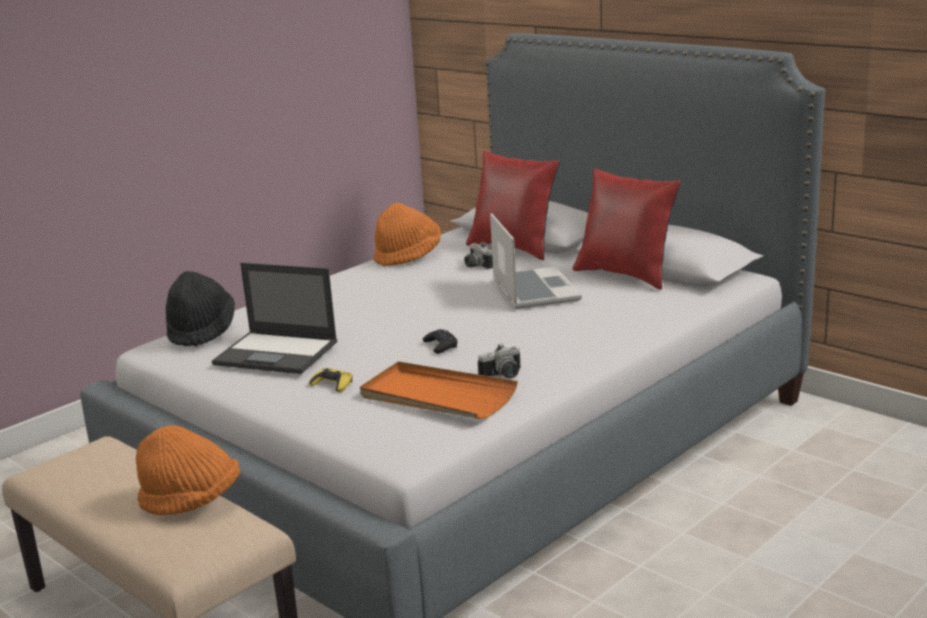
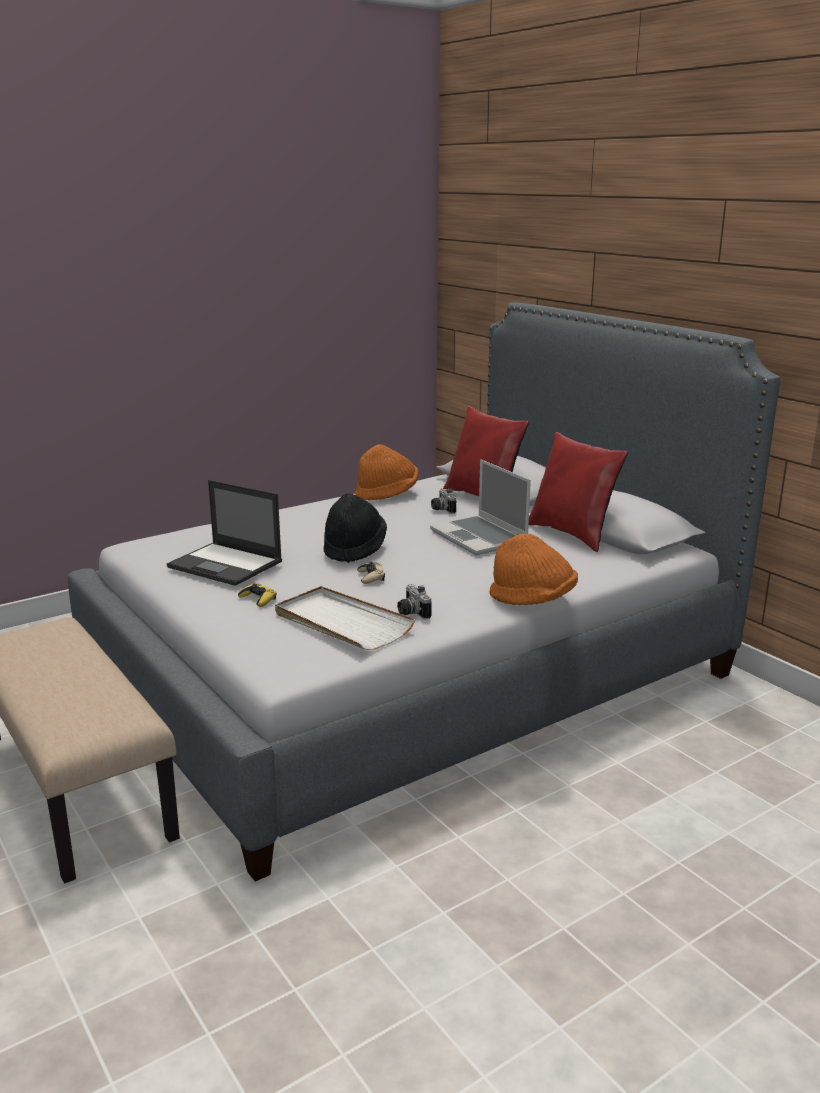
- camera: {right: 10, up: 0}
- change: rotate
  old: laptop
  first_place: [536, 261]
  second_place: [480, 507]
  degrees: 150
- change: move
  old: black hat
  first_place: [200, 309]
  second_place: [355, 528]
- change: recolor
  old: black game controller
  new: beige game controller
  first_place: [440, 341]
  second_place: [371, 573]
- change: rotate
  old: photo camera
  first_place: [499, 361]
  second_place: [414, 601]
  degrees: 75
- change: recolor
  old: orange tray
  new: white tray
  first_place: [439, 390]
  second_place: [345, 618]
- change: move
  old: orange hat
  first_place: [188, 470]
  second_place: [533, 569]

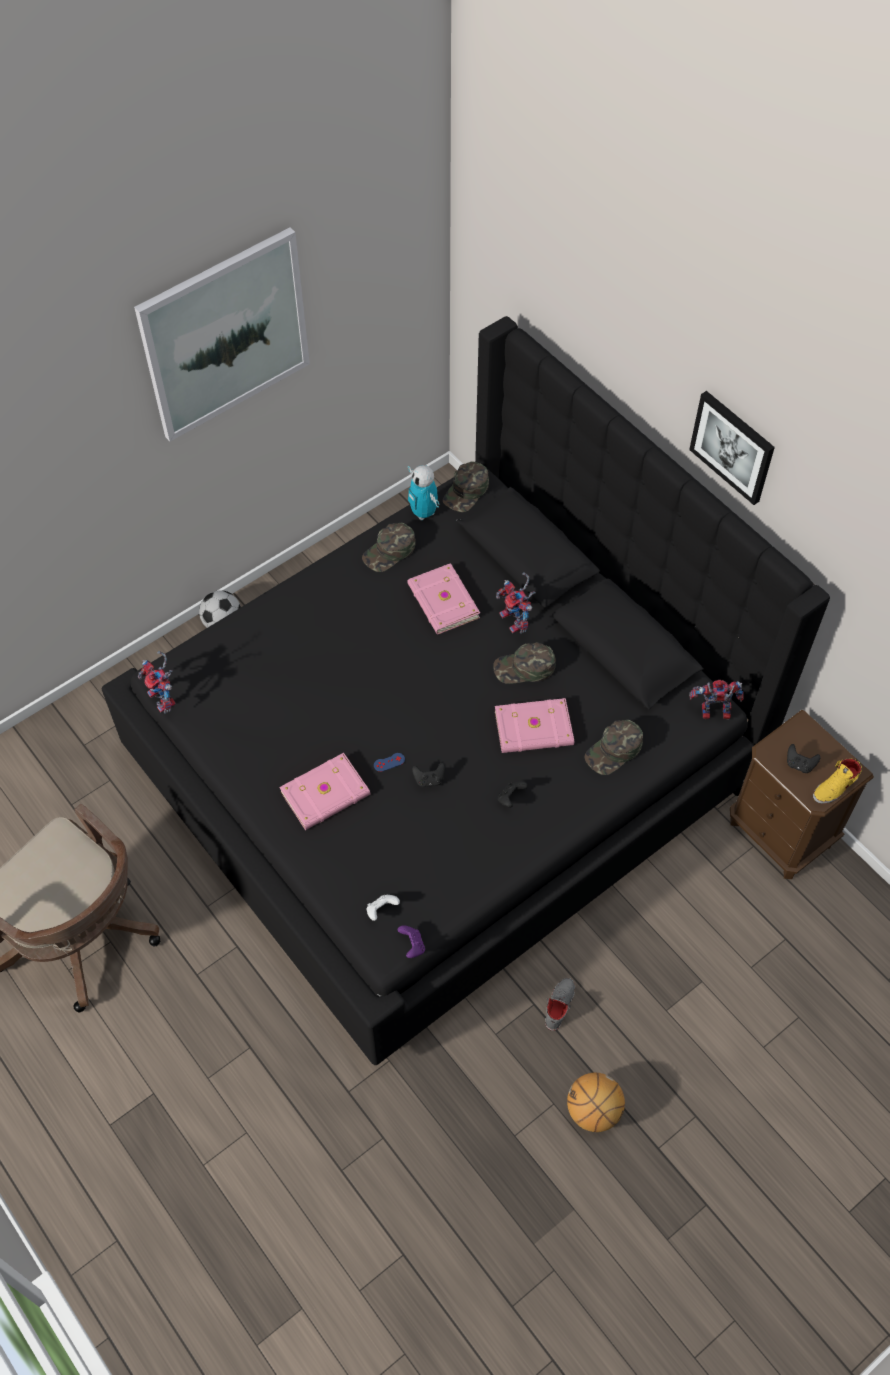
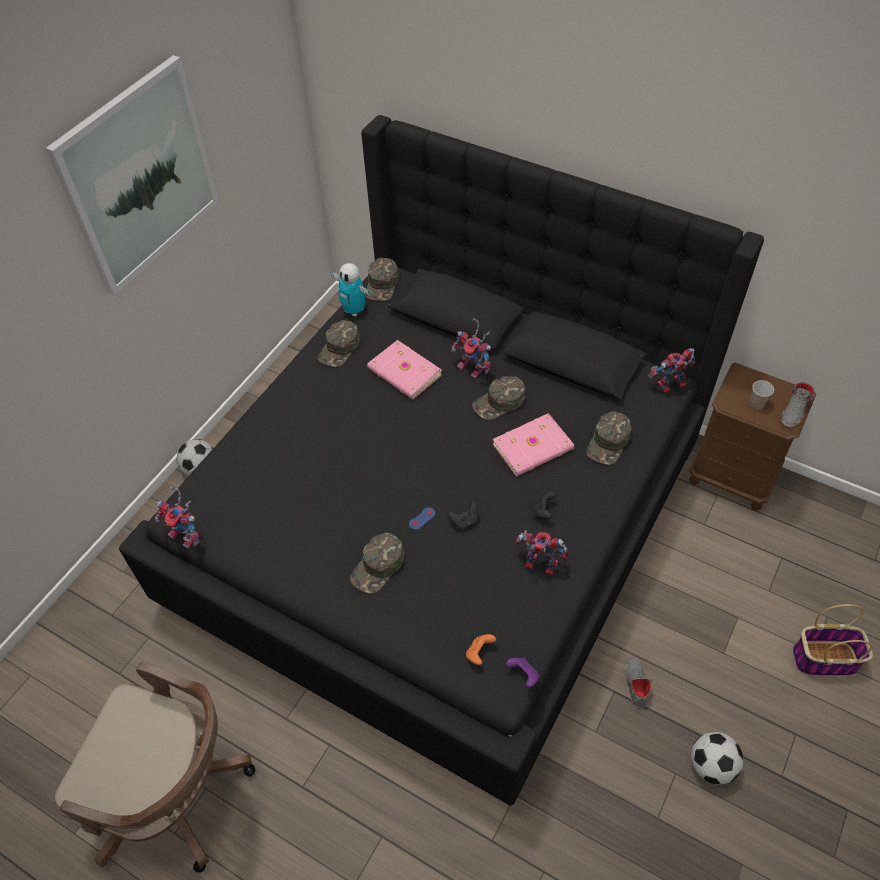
- camera: {right: -20, up: -5}
- change: delete
  old: picture
  first_place: [732, 448]
- change: replace
  old: black game controller
  new: cup
  first_place: [803, 758]
  second_place: [762, 394]
- change: replace
  old: pink book
  new: green cap
  first_place: [325, 791]
  second_place: [377, 563]
- change: recolor
  old: yellow shoe
  new: grey shoe
  first_place: [837, 781]
  second_place: [798, 404]
- change: recolor
  old: white game controller
  new: orange game controller
  first_place: [383, 908]
  second_place: [481, 649]
- change: replace
  old: basketball
  new: football
  first_place: [596, 1102]
  second_place: [717, 758]
- change: insert
  new: toy robot
  second_place: [541, 553]
- change: insert
  new: basket
  second_place: [833, 640]

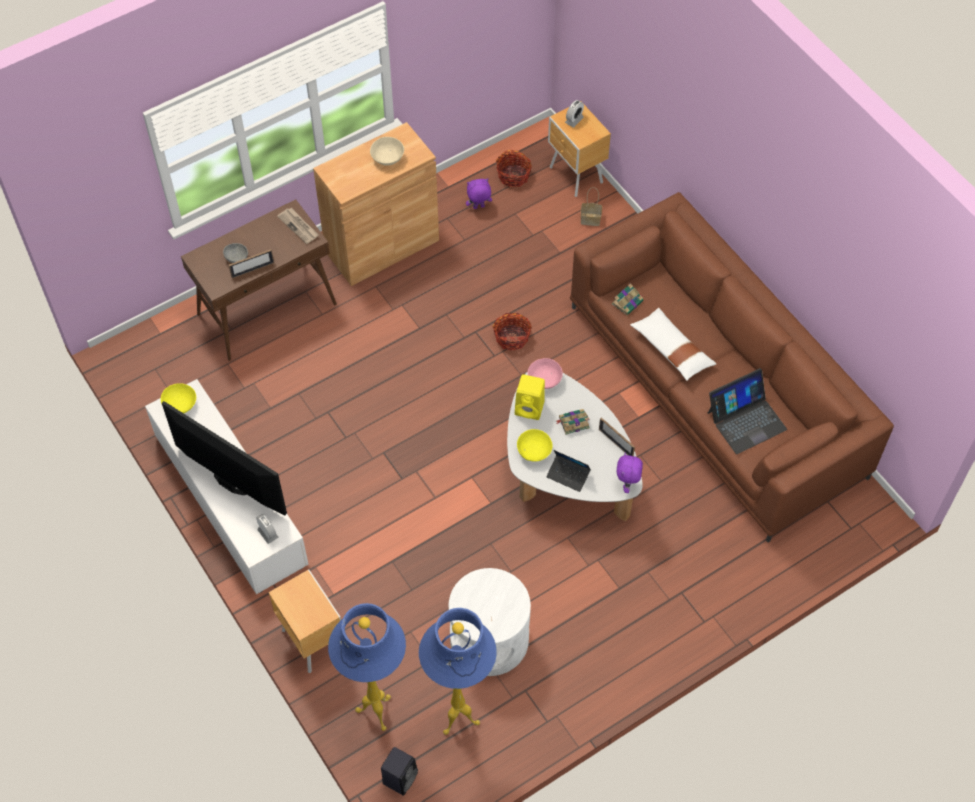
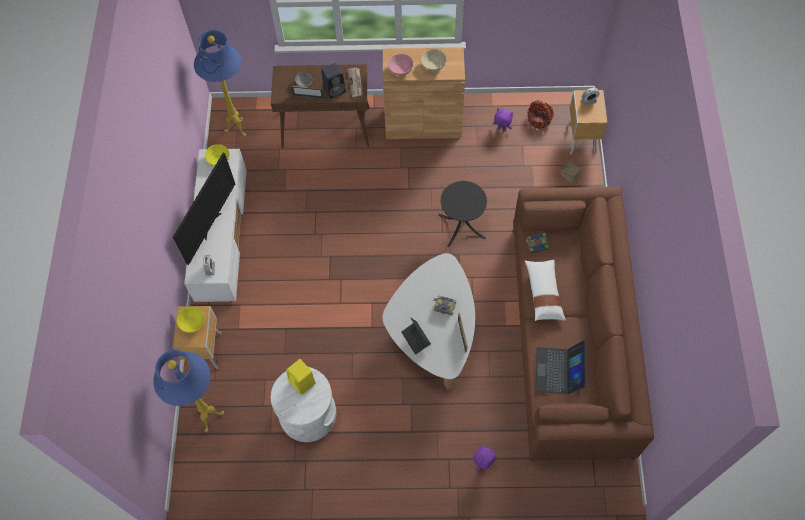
- camera: {right: 35, up: 5}
- change: replace
  old: basket
  new: black side table
  first_place: [512, 332]
  second_place: [462, 214]
- change: move
  old: pink bowl
  first_place: [545, 373]
  second_place: [400, 65]
- change: rotate
  old: laptop
  first_place: [747, 411]
  second_place: [561, 367]
  degrees: 90
- change: move
  old: yellow speaker
  first_place: [530, 397]
  second_place: [301, 377]
- change: rotate
  old: television
  first_place: [224, 458]
  second_place: [204, 209]
  degrees: 45
- change: move
  old: yellow bowl
  first_place: [534, 445]
  second_place: [191, 320]
- change: move
  old: purple plush toy
  first_place: [630, 472]
  second_place: [484, 458]
- change: move
  old: blue floor lamp
  first_place: [458, 671]
  second_place: [220, 83]
- change: move
  old: black speaker
  first_place: [399, 771]
  second_place: [333, 81]

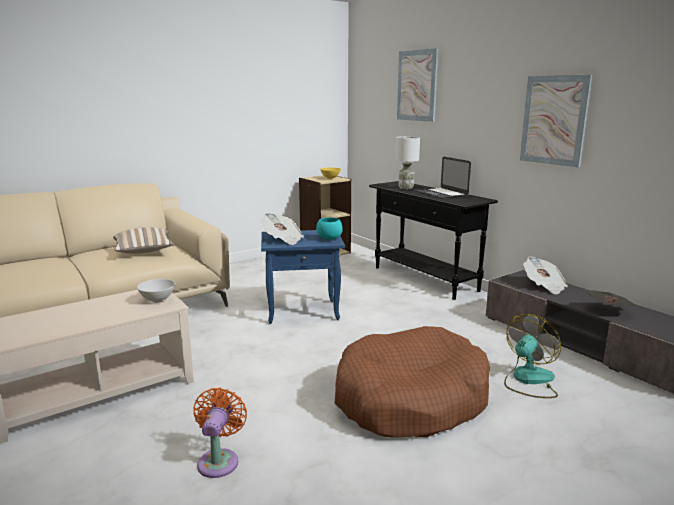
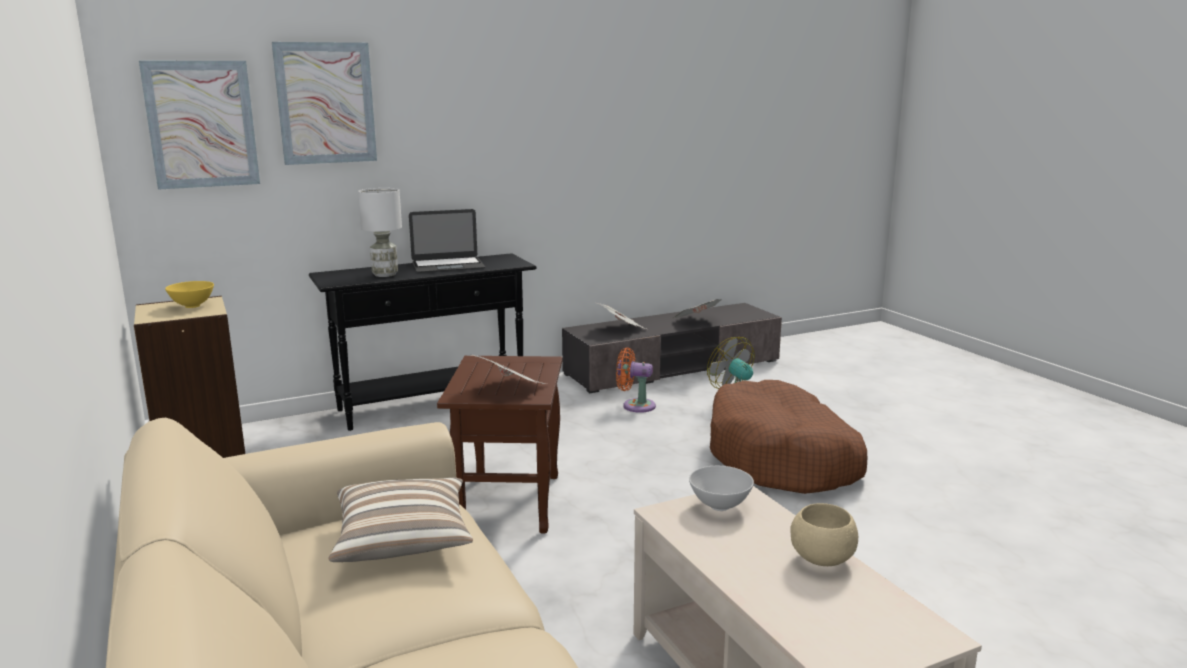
- camera: {right: -80, up: 0}
- change: move
  old: picture
  first_place: [556, 121]
  second_place: [199, 125]
- change: delete
  old: turquoise bowl
  first_place: [329, 229]
- change: recolor
  old: blue side table
  new: brown side table
  first_place: [303, 277]
  second_place: [499, 444]
- change: move
  old: orange fan
  first_place: [220, 432]
  second_place: [636, 380]
- change: insert
  new: beige bowl
  second_place: [824, 534]

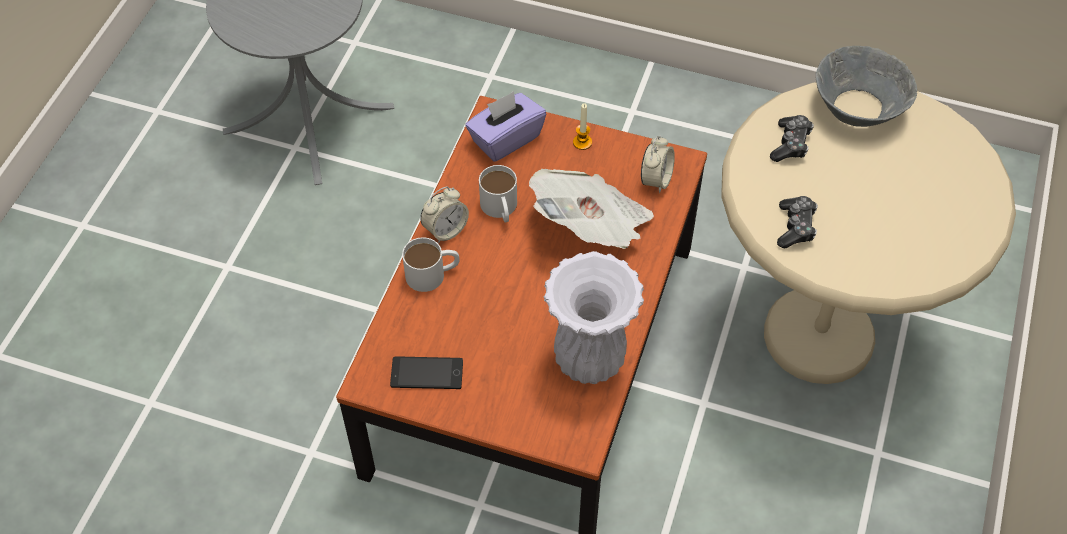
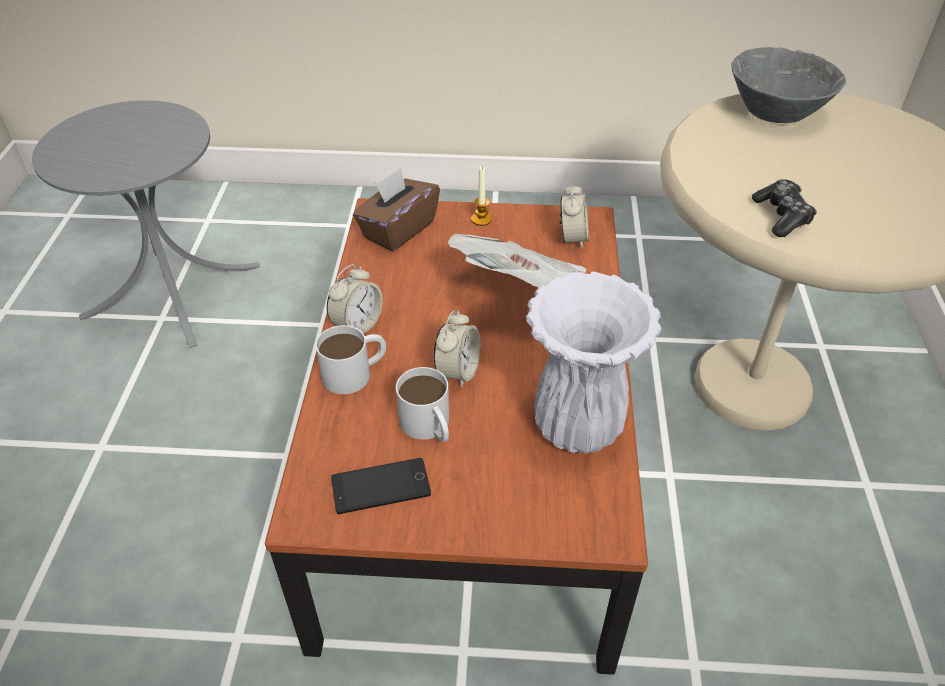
- camera: {right: -15, up: -10}
- change: recolor
  old: purple tissue box
  new: brown tissue box
  first_place: [505, 126]
  second_place: [396, 209]
- change: delete
  old: game controller
  first_place: [792, 138]
- change: move
  old: white mug
  first_place: [498, 193]
  second_place: [422, 404]
- change: insert
  new: alarm clock
  second_place: [457, 349]

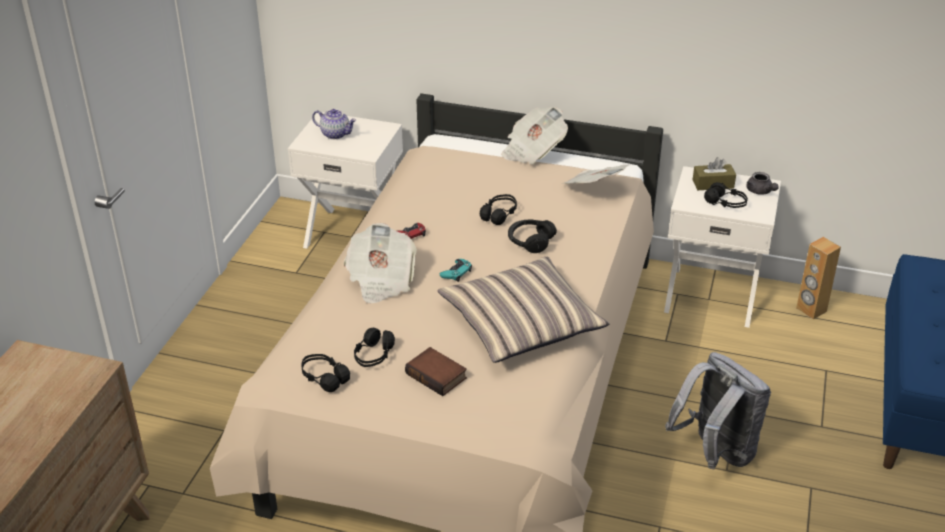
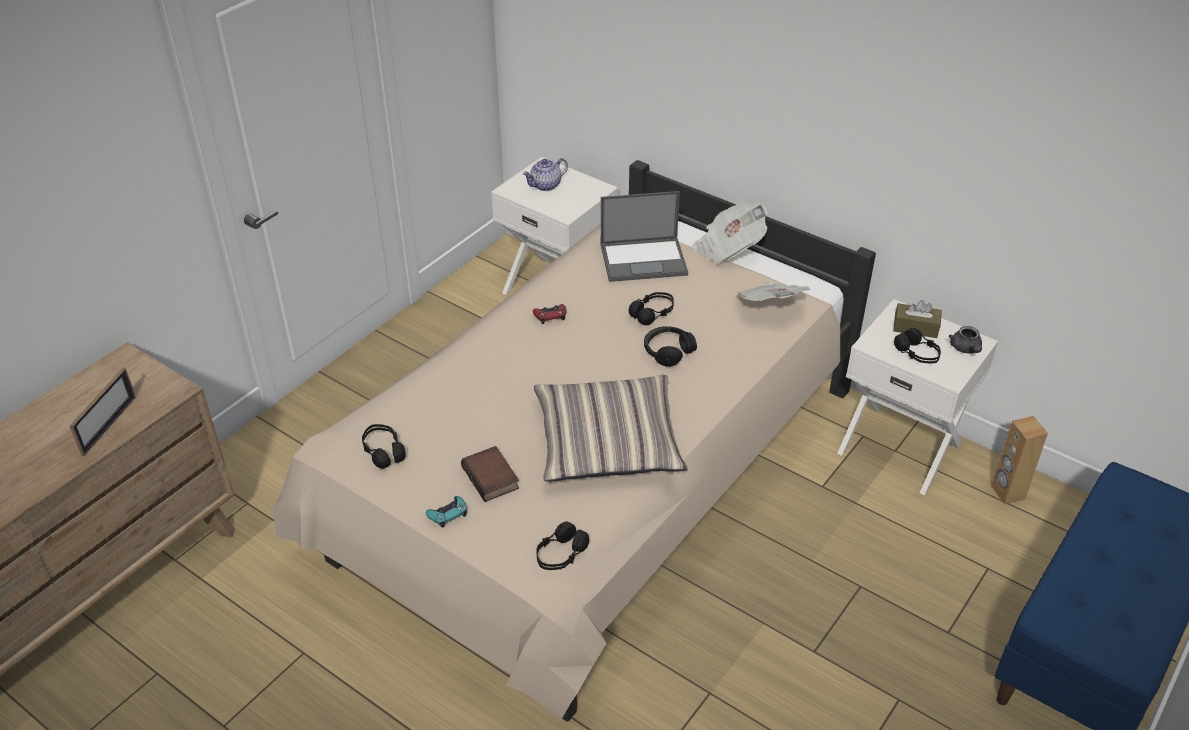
- camera: {right: 20, up: 5}
- change: rotate
  old: teapot
  first_place: [334, 124]
  second_place: [545, 174]
  degrees: 105
- change: delete
  old: newspaper
  first_place: [380, 263]
- change: move
  old: turquoise game controller
  first_place: [456, 270]
  second_place: [446, 512]
- change: move
  old: black headphones
  first_place: [374, 347]
  second_place: [562, 546]
- change: delete
  old: grey backpack
  first_place: [718, 410]
- change: insert
  new: laptop
  second_place: [644, 236]
- change: insert
  new: picture frame
  second_place: [102, 412]

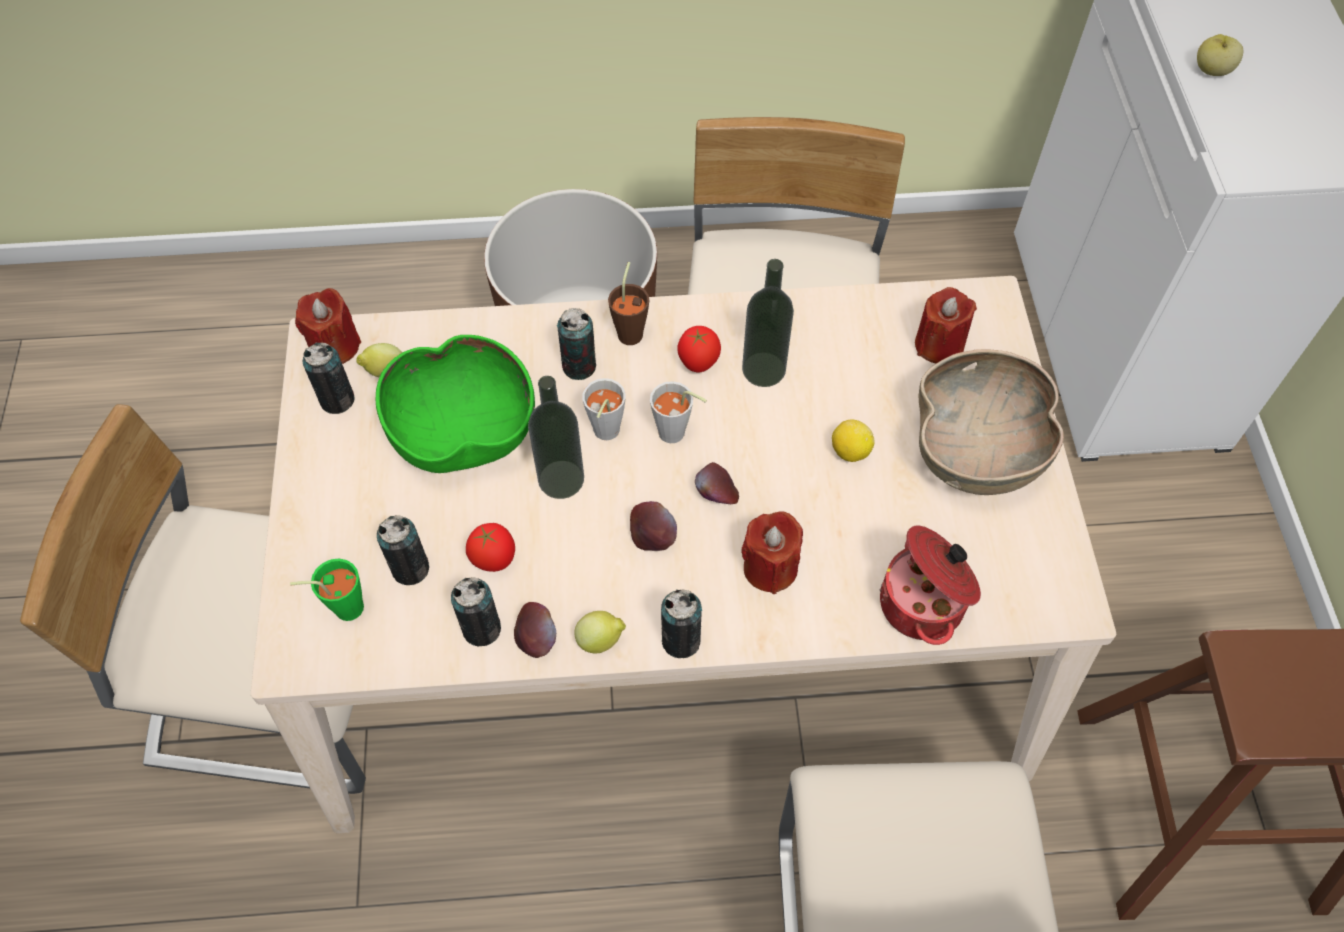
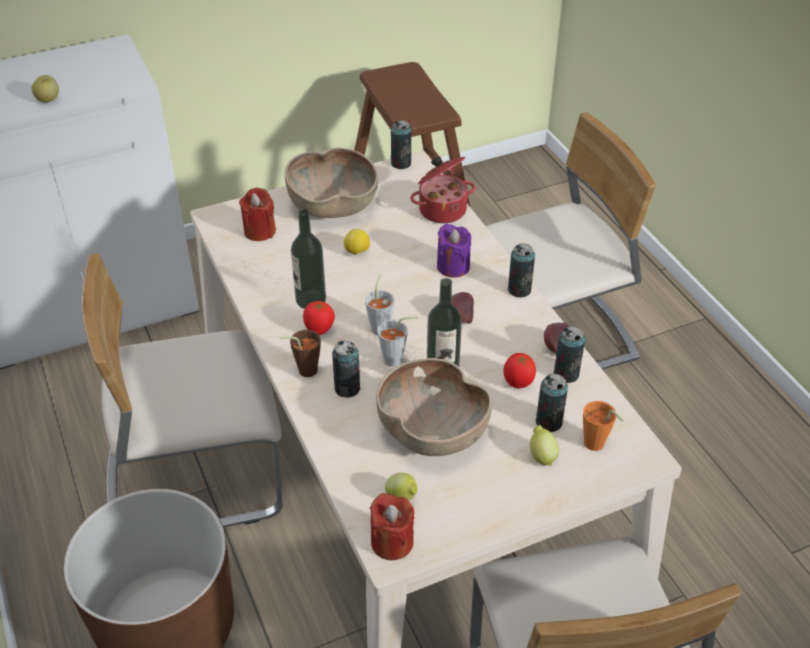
- camera: {right: -110, up: -15}
- change: recolor
  old: green bowl
  new: brown bowl
  first_place: [455, 404]
  second_place: [434, 407]
- change: move
  old: can
  first_place: [328, 378]
  second_place: [401, 144]
- change: delete
  old: apple
  first_place: [717, 483]
- change: recolor
  old: red candle
  new: purple candle
  first_place: [772, 552]
  second_place: [454, 251]
- change: recolor
  old: green cup
  new: orange cup
  first_place: [327, 590]
  second_place: [603, 426]
- change: move
  old: lemon
  first_place: [600, 632]
  second_place: [544, 445]

